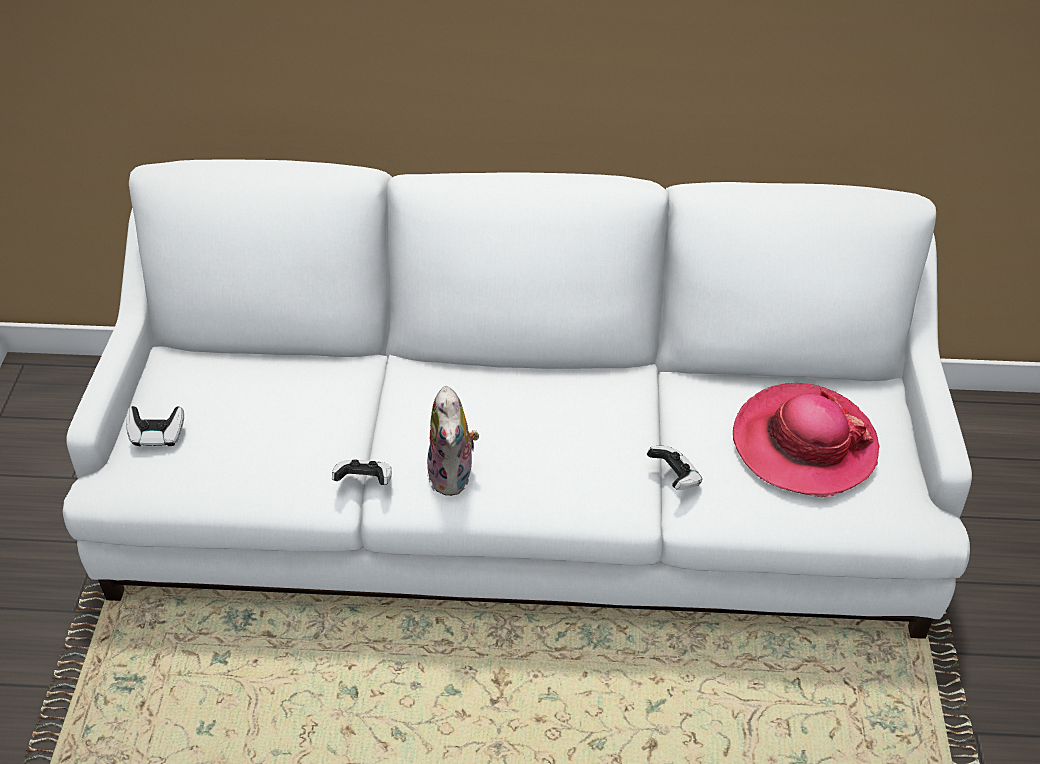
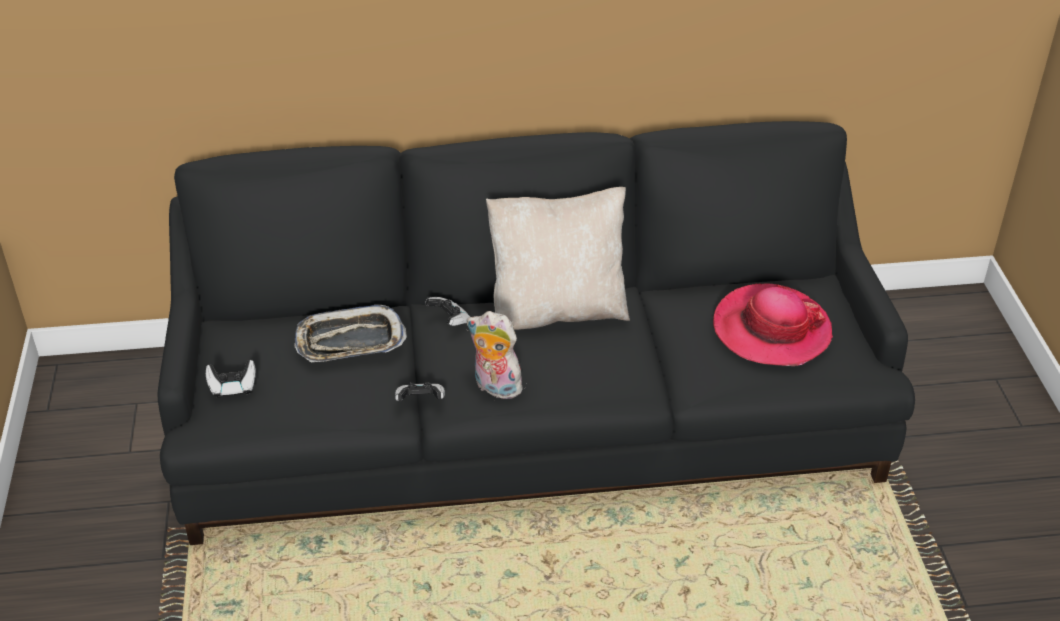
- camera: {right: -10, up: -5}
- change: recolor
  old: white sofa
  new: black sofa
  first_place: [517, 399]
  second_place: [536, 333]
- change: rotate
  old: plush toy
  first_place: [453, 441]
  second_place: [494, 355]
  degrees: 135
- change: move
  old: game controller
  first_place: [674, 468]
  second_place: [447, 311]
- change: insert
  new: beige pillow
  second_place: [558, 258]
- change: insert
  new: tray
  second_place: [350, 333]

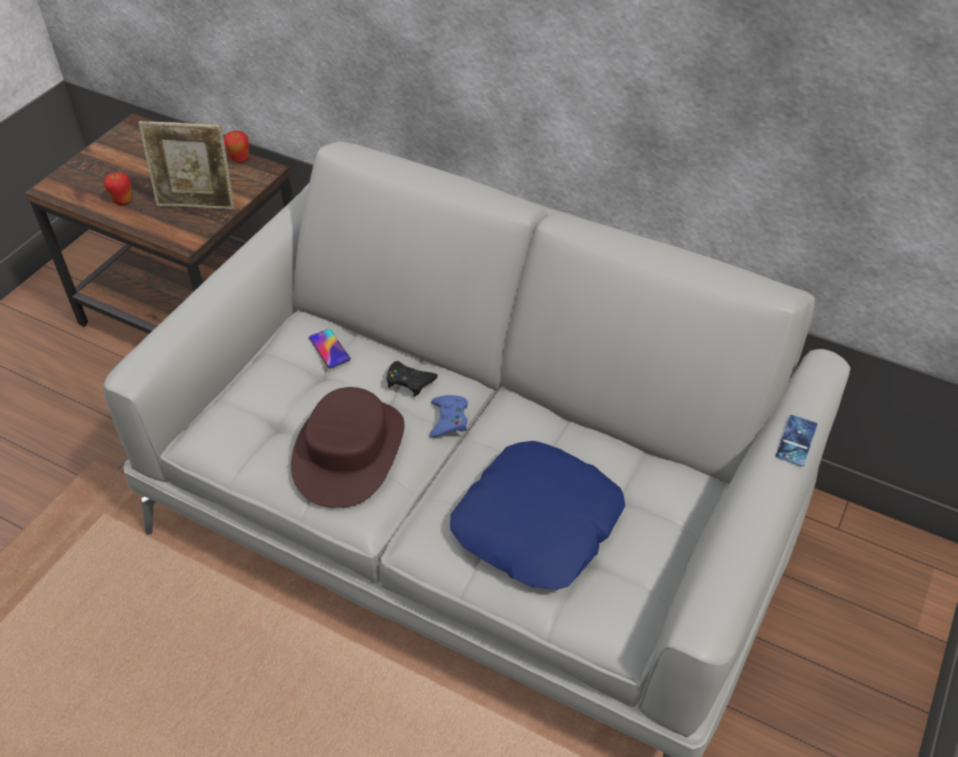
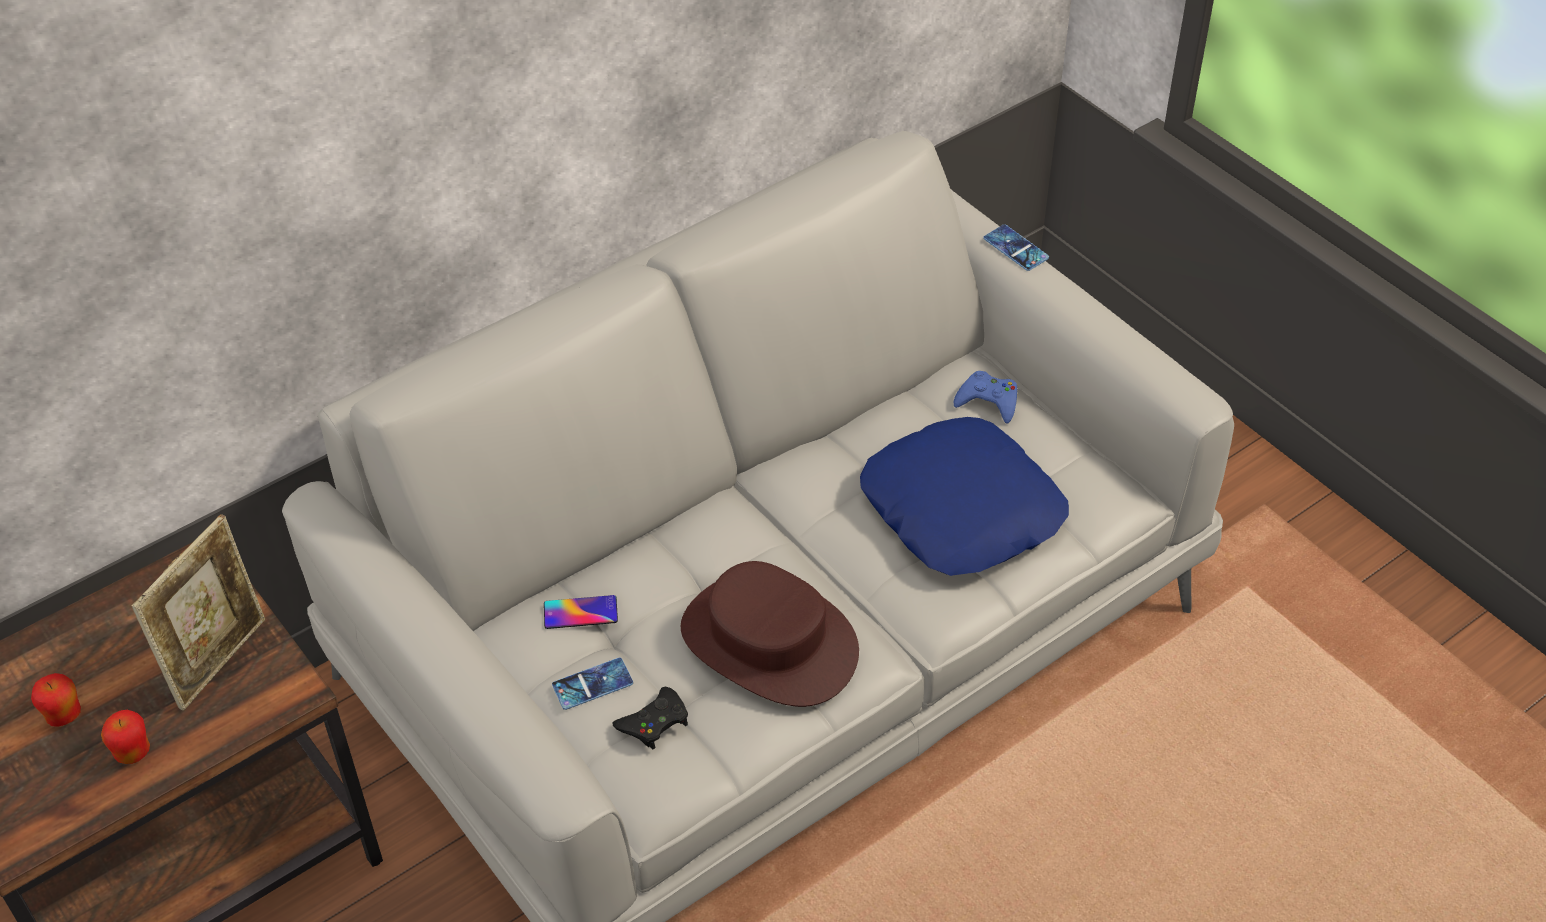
- camera: {right: -65, up: 0}
- change: move
  old: apple
  first_place: [236, 146]
  second_place: [56, 700]
- change: move
  old: black game controller
  first_place: [412, 379]
  second_place: [650, 718]
- change: move
  old: blue game controller
  first_place: [449, 416]
  second_place: [985, 397]
- change: insert
  new: phone
  second_place: [592, 684]

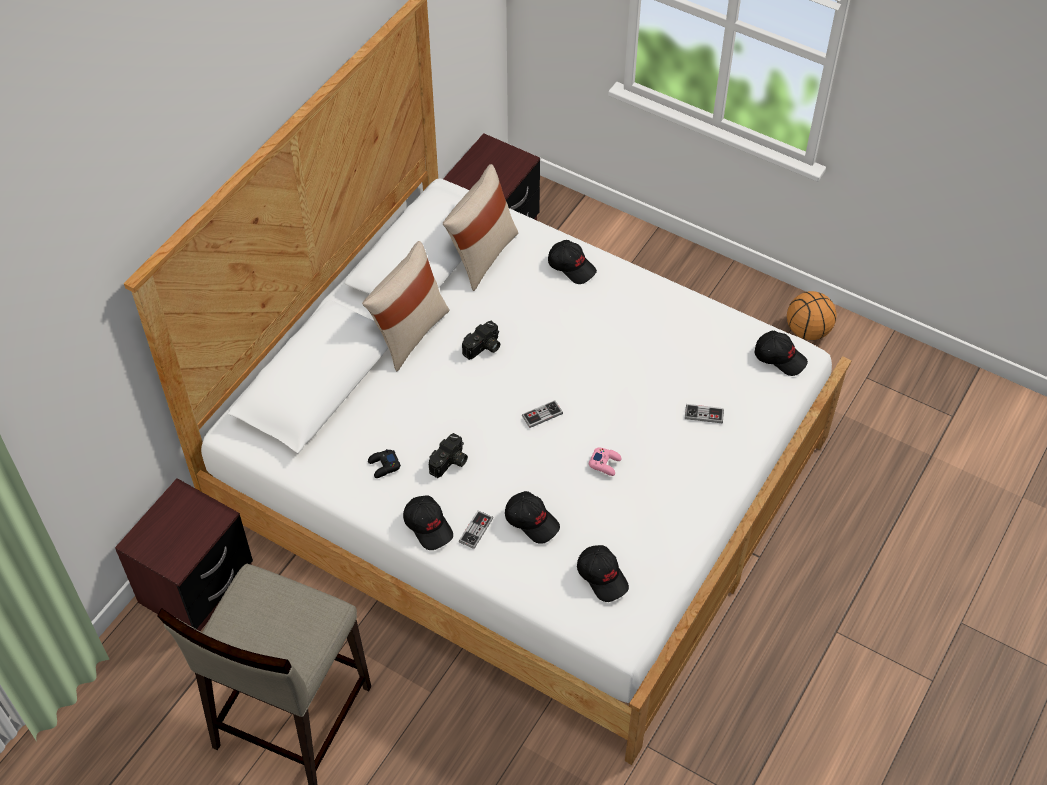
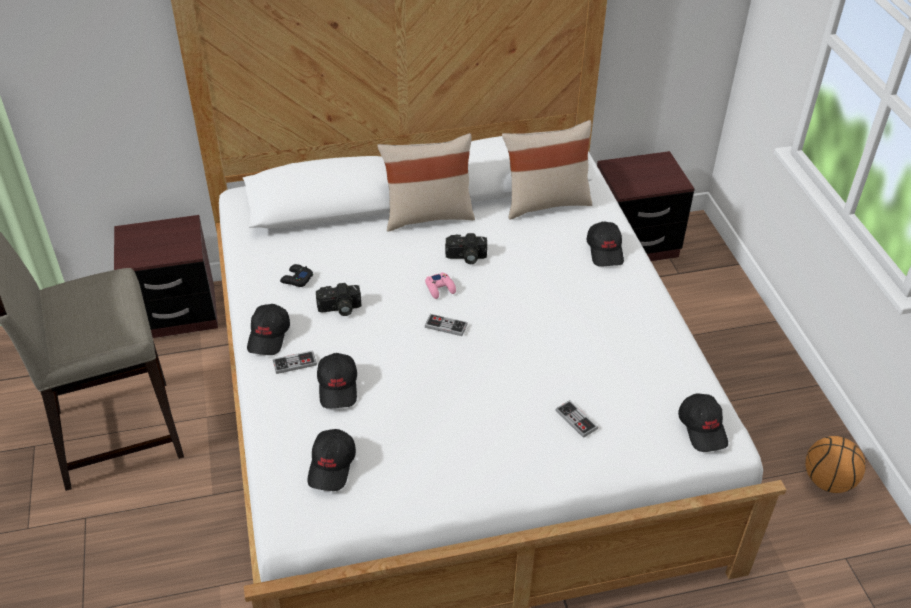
- camera: {right: 45, up: -10}
- change: move
  old: pink game controller
  first_place: [605, 462]
  second_place: [440, 285]

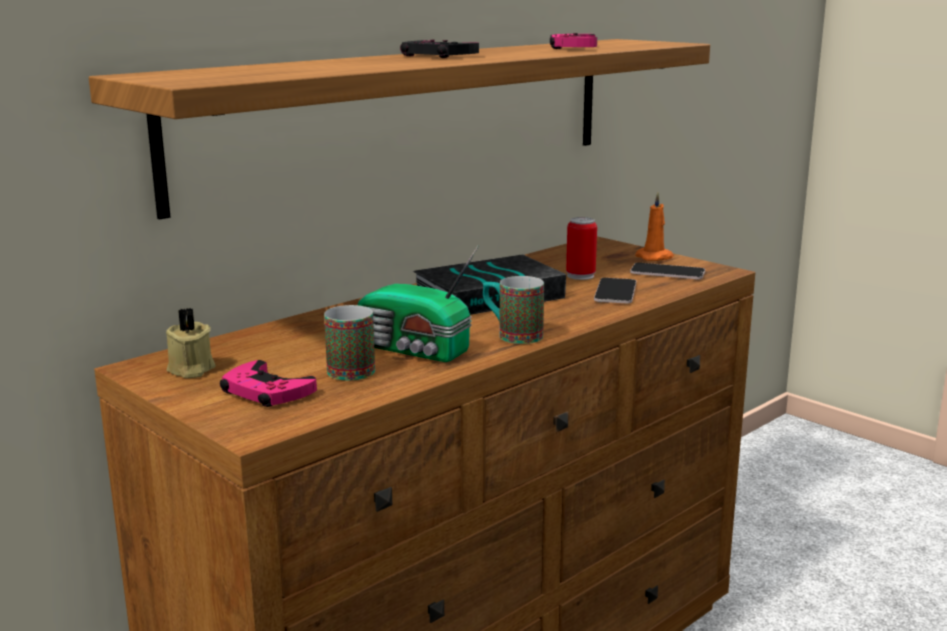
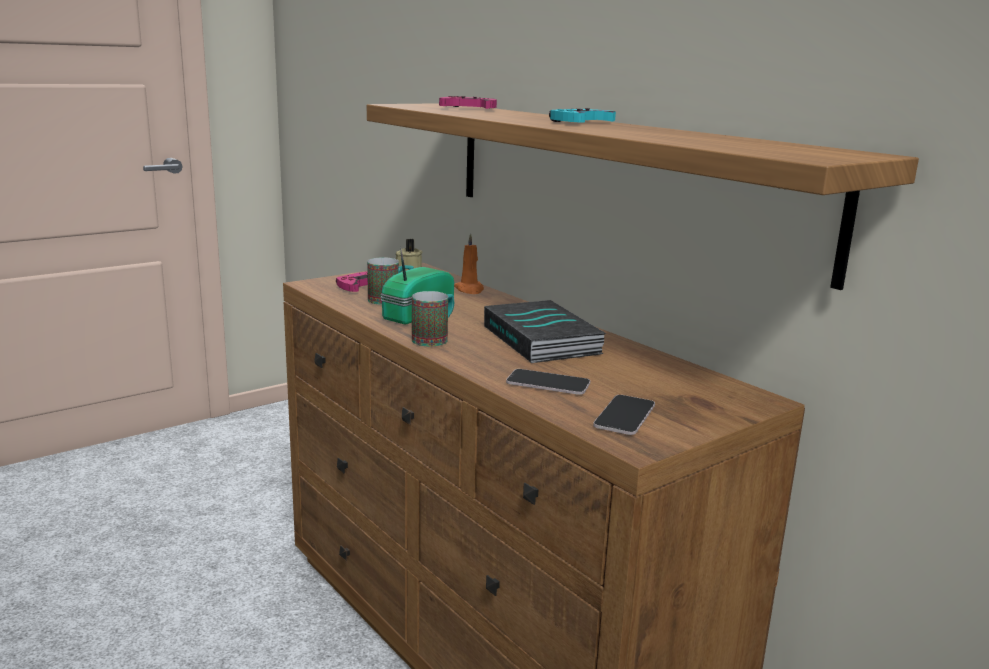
- camera: {right: 95, up: 0}
- change: move
  old: pink game controller
  first_place: [573, 41]
  second_place: [468, 102]
- change: recolor
  old: black game controller
  new: turquoise game controller
  first_place: [439, 49]
  second_place: [582, 115]
- change: move
  old: orange candle
  first_place: [654, 226]
  second_place: [469, 263]
- change: delete
  old: can
  first_place: [581, 248]

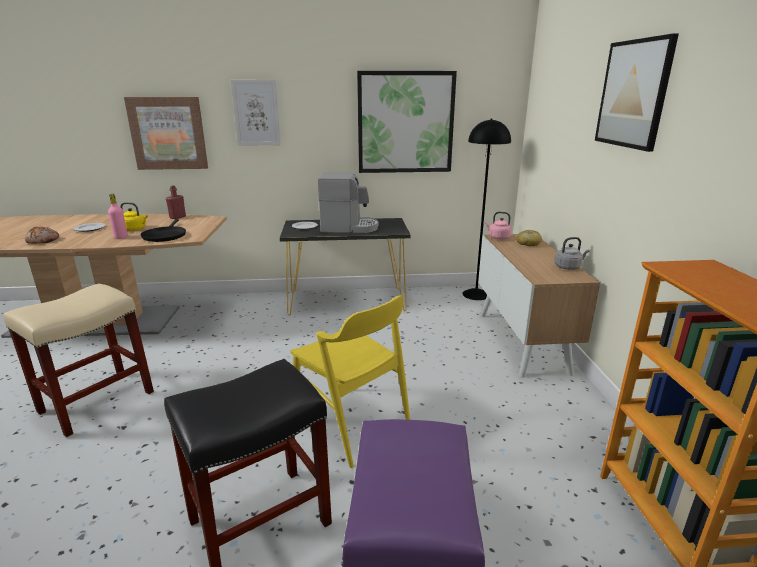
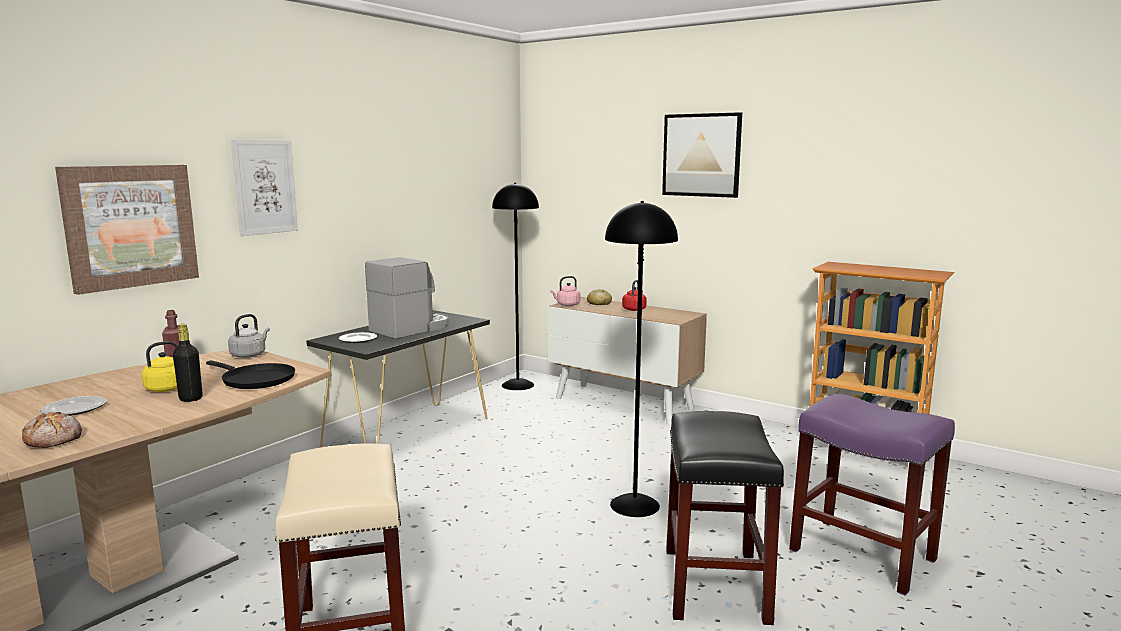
- camera: {right: -50, up: -10}
- change: delete
  old: picture
  first_place: [407, 122]
- change: recolor
  old: pink bottle
  new: black bottle
  first_place: [118, 216]
  second_place: [188, 363]
- change: move
  old: grey kettle
  first_place: [571, 253]
  second_place: [249, 336]
- change: replace
  old: yellow chair
  new: black floor lamp
  first_place: [350, 381]
  second_place: [641, 359]
- change: insert
  new: red kettle
  second_place: [634, 295]

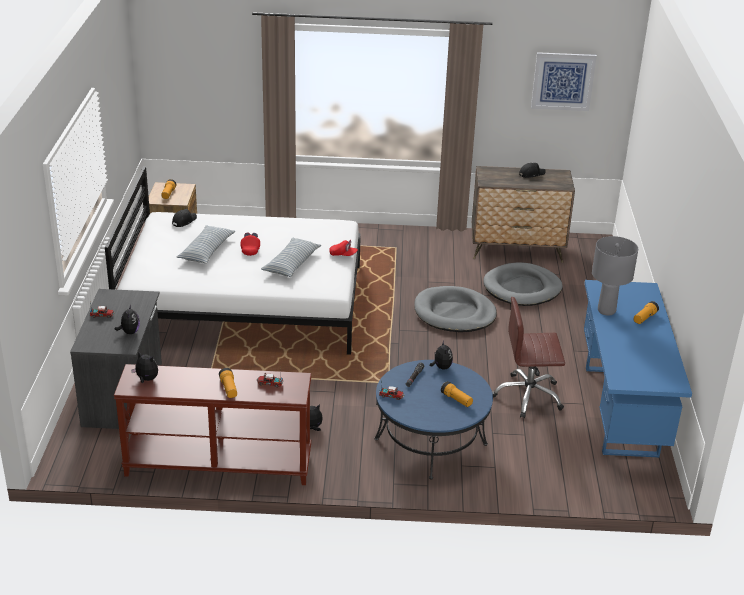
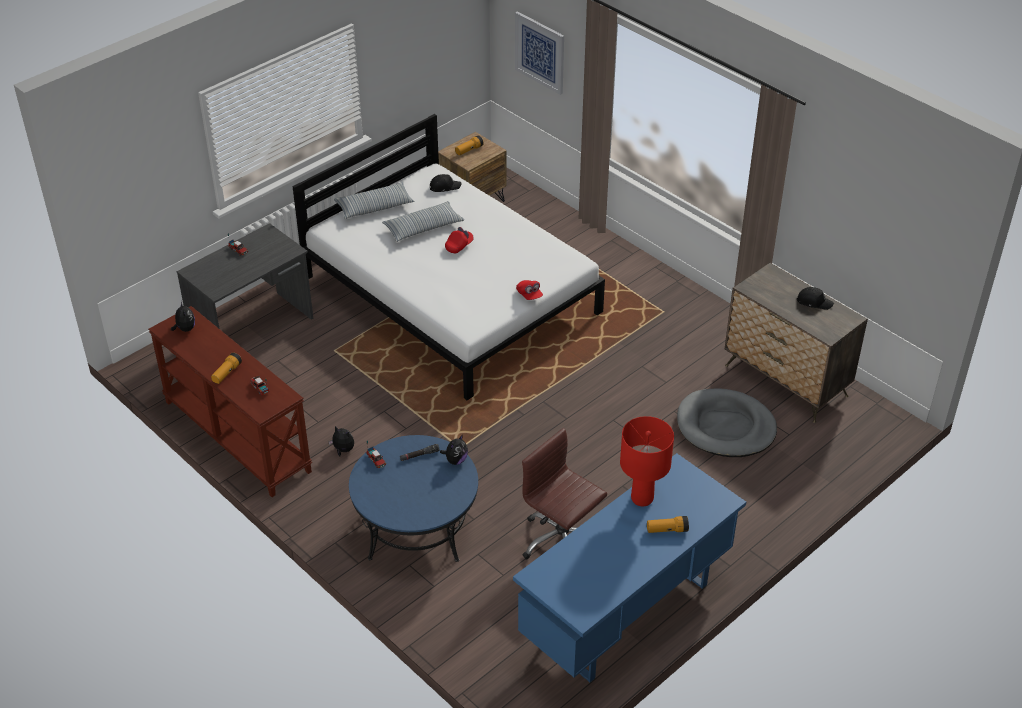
- camera: {right: 45, up: 10}
- change: move
  old: picture
  first_place: [564, 81]
  second_place: [539, 53]
- change: recolor
  old: grey table lamp
  new: red table lamp
  first_place: [615, 276]
  second_place: [647, 461]
- change: move
  old: pillow
  first_place: [291, 257]
  second_place: [374, 200]
- change: delete
  old: grey dog bed
  first_place: [455, 309]
- change: delete
  old: plush toy
  first_place: [127, 319]
- change: delete
  old: flashlight
  first_place: [457, 394]

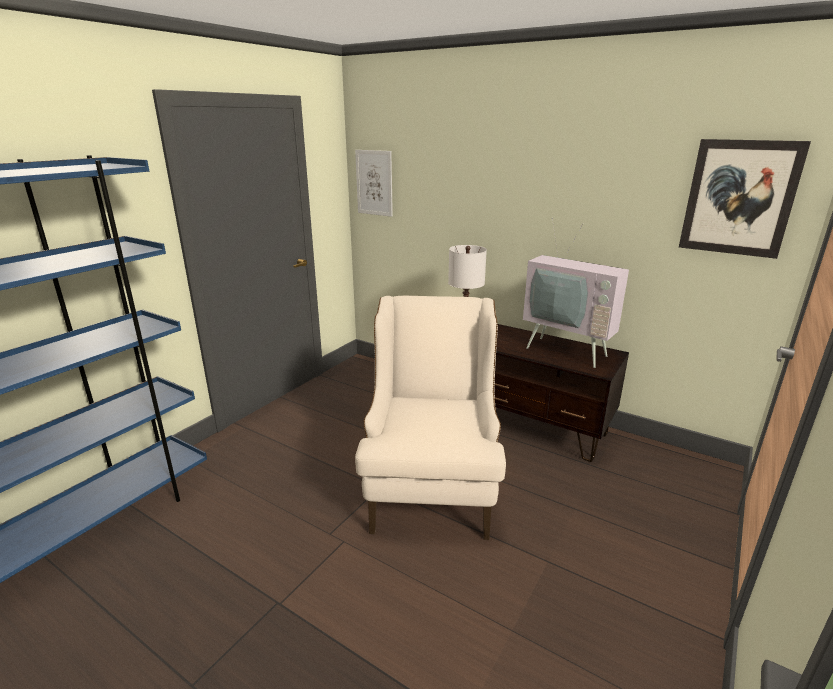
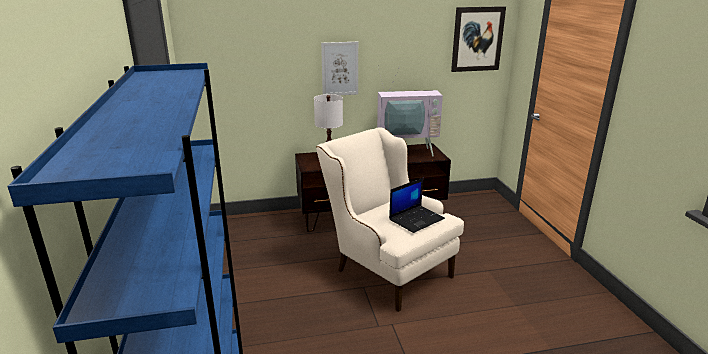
- camera: {right: -45, up: 0}
- change: move
  old: picture
  first_place: [374, 183]
  second_place: [339, 68]
- change: insert
  new: laptop
  second_place: [417, 205]

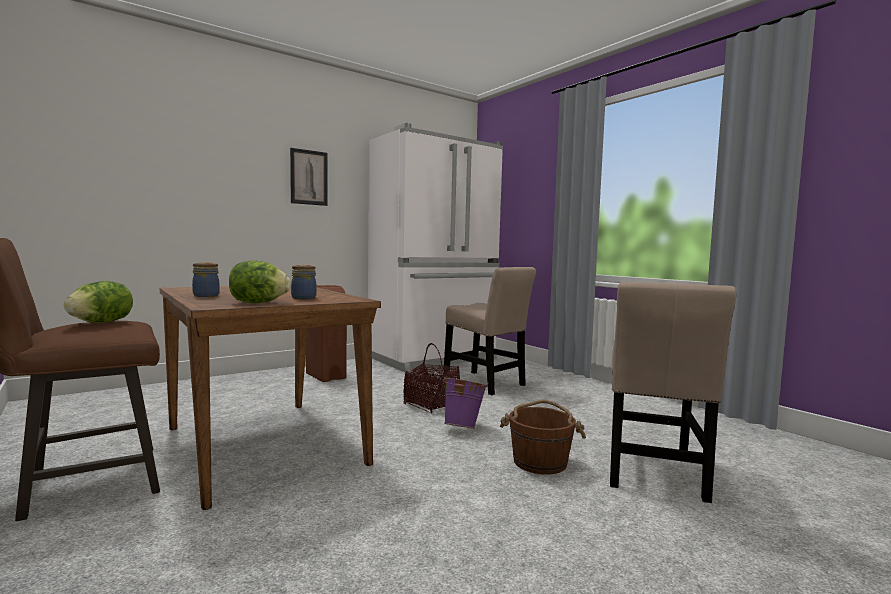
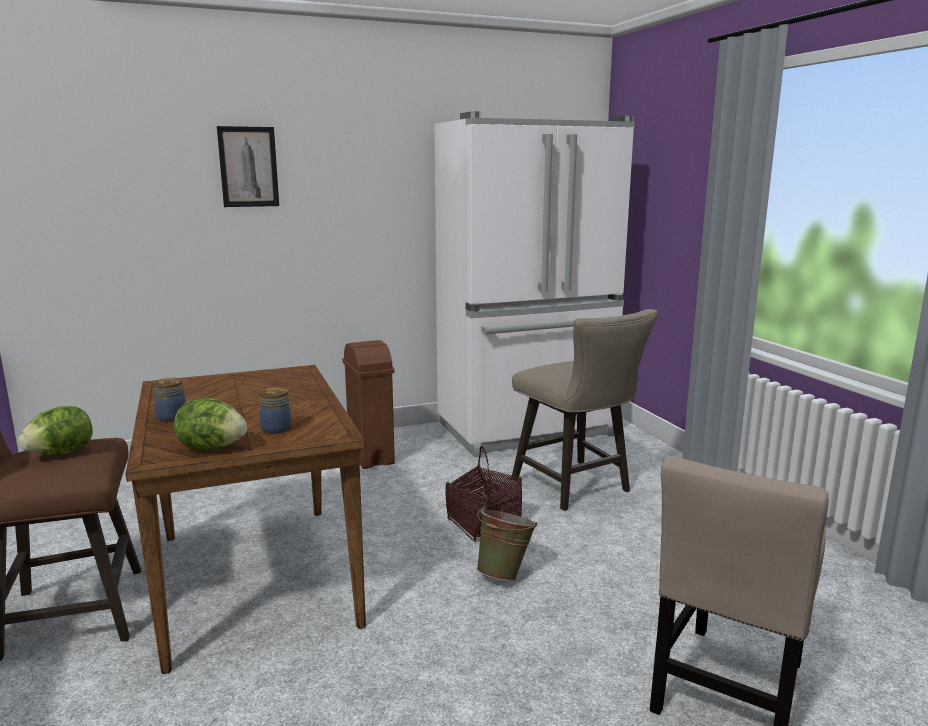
- camera: {right: 15, up: 10}
- change: move
  old: picture
  first_place: [308, 177]
  second_place: [248, 166]
- change: replace
  old: beige chair
  new: beige stool
  first_place: [490, 331]
  second_place: [585, 410]
- change: recolor
  old: purple bucket
  new: green bucket
  first_place: [465, 403]
  second_place: [507, 543]
- change: delete
  old: brown bucket
  first_place: [543, 437]

